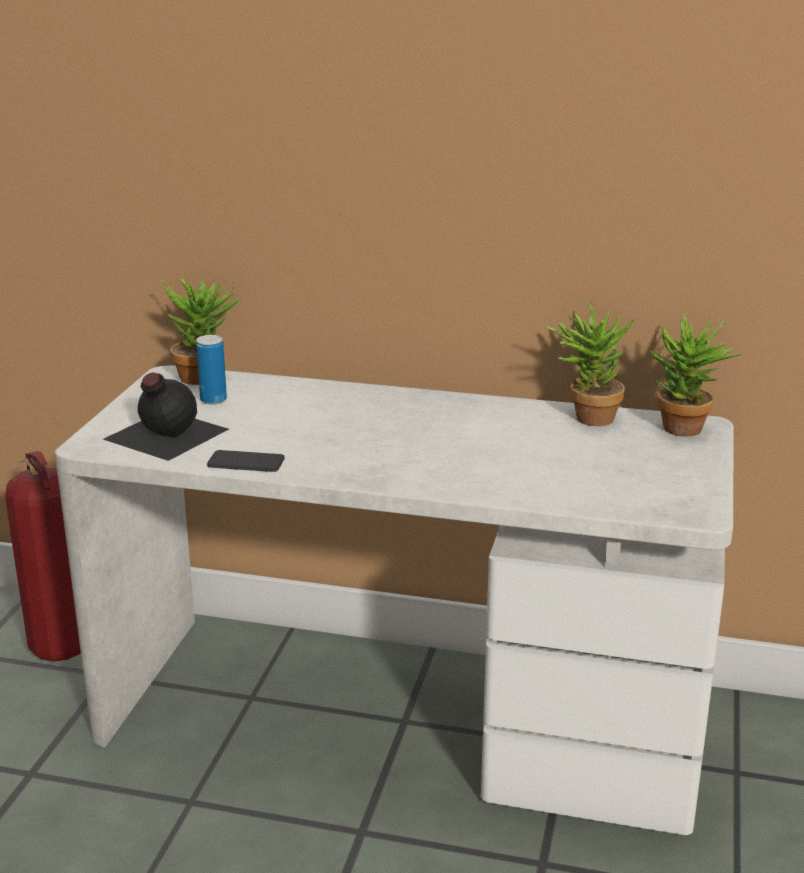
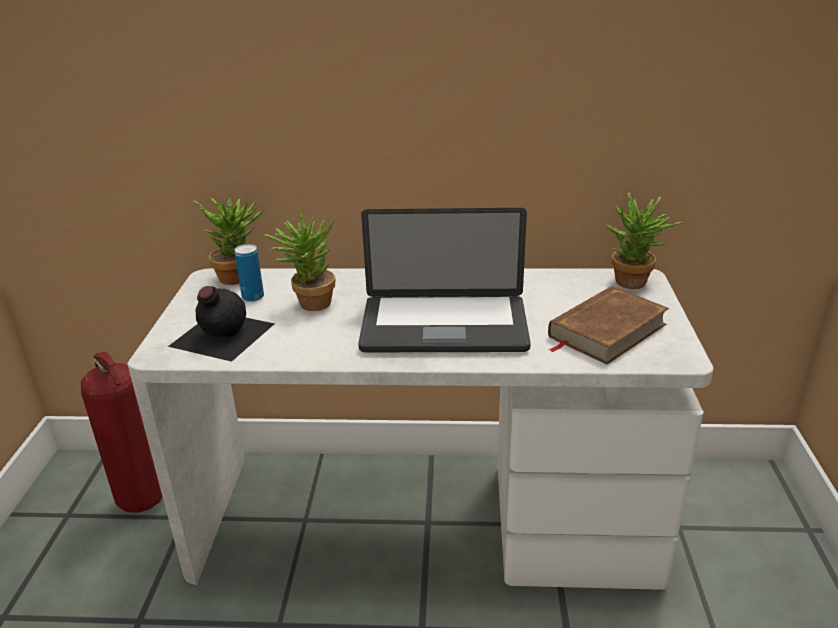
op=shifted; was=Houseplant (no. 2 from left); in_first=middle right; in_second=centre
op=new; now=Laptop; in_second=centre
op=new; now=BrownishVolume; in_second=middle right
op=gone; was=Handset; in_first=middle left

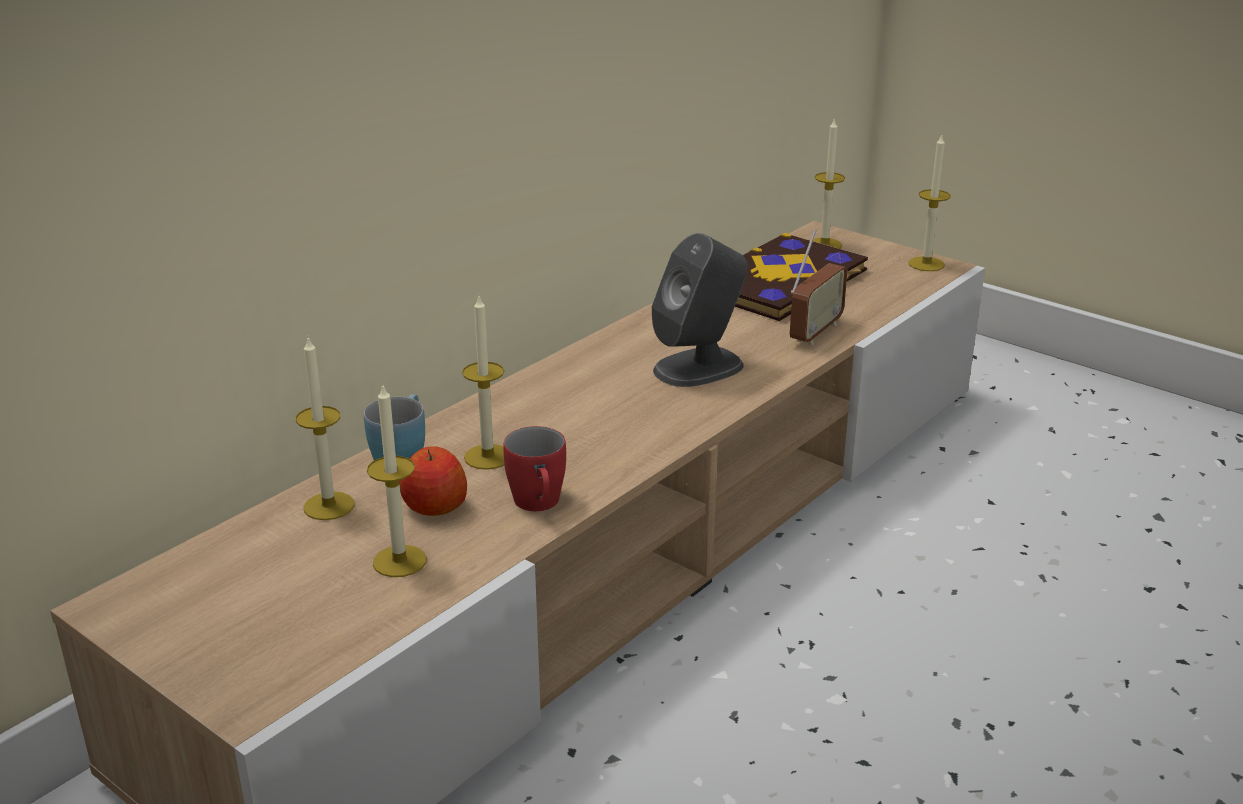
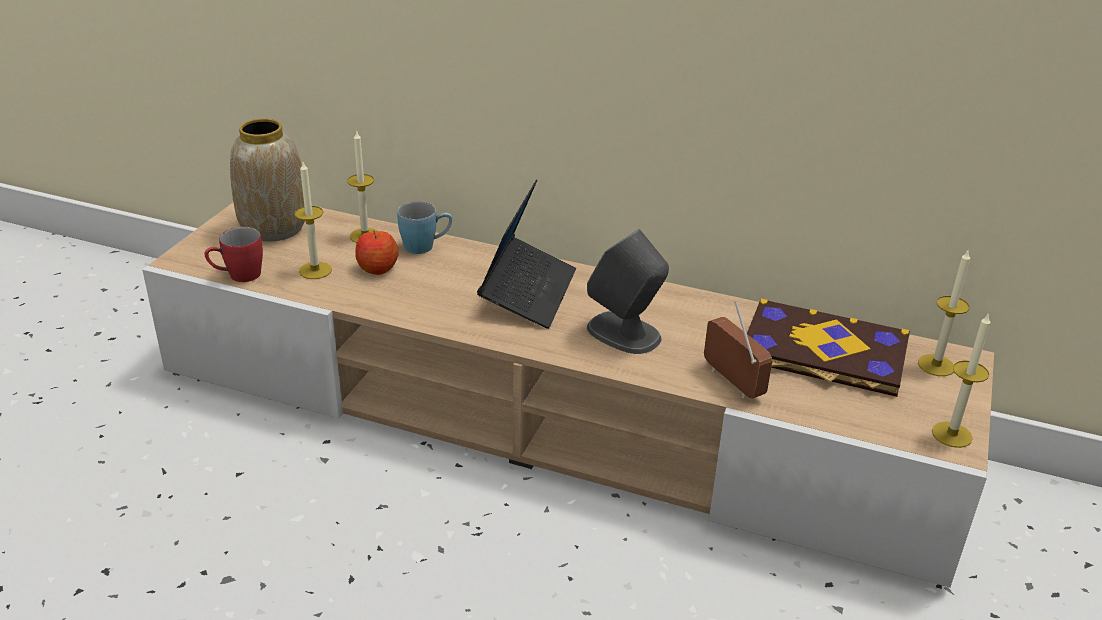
op=shifted; was=RedColouredMug; in_first=centre; in_second=middle left
op=new; now=Vase; in_second=top left
op=new; now=Laptop; in_second=centre
op=rotated; was=RadioReceiver; in_first=centre; in_second=middle right; clockwise=-135
op=gone; was=WaxCandle (no. 3 from left); in_first=centre

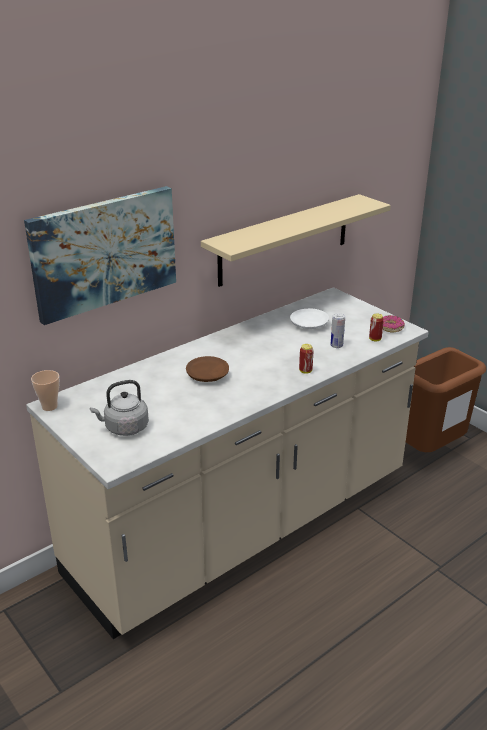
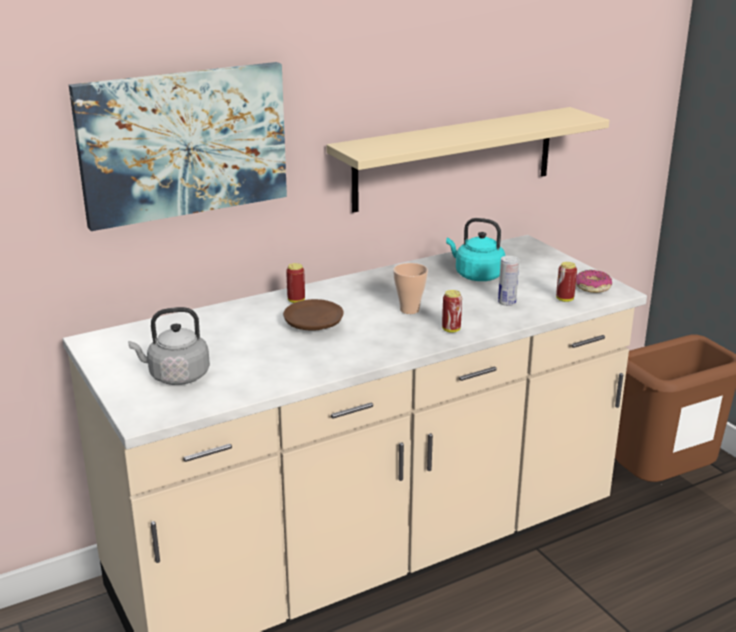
op=new; now=SealedCan (no. 1 from left); in_second=centre
op=shifted; was=SmallCup; in_first=middle left; in_second=centre
op=swapped; was=WhiteColouredFlatDish; now=BlueGreenKettle; in_first=centre; in_second=centre

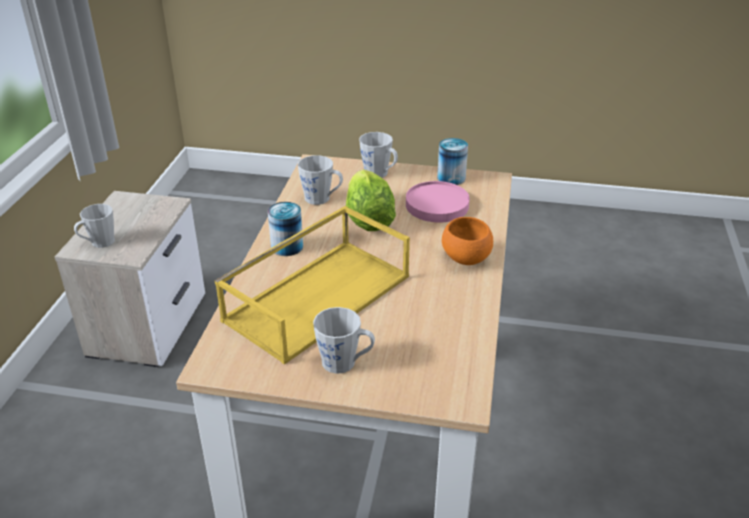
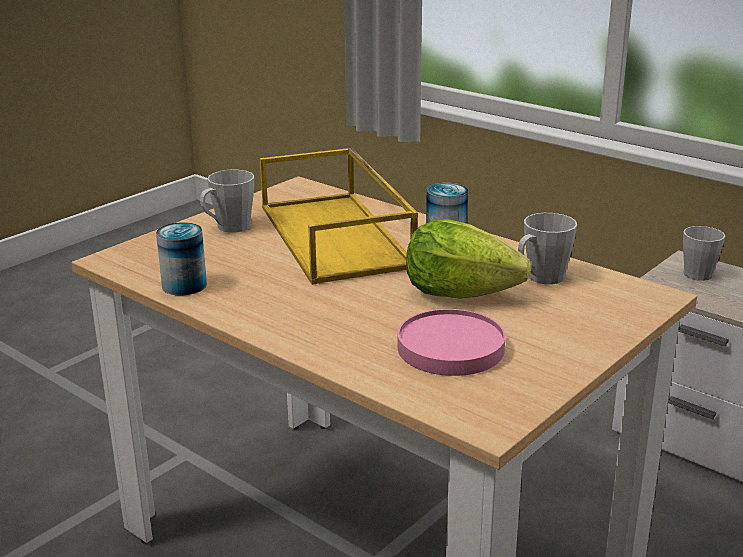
op=shifted; was=SealedCan (no. 2 from left in the first image); now=SealedCan (no. 1 from left); in_first=top centre; in_second=middle left
op=gone; was=GreyishMug (no. 4 from left); in_first=top centre
op=gone; was=OrangeDeepDish; in_first=centre

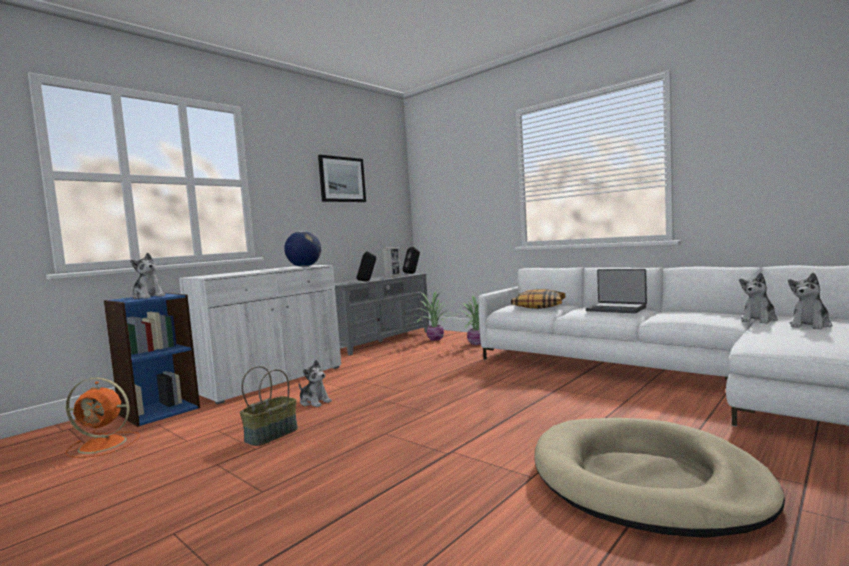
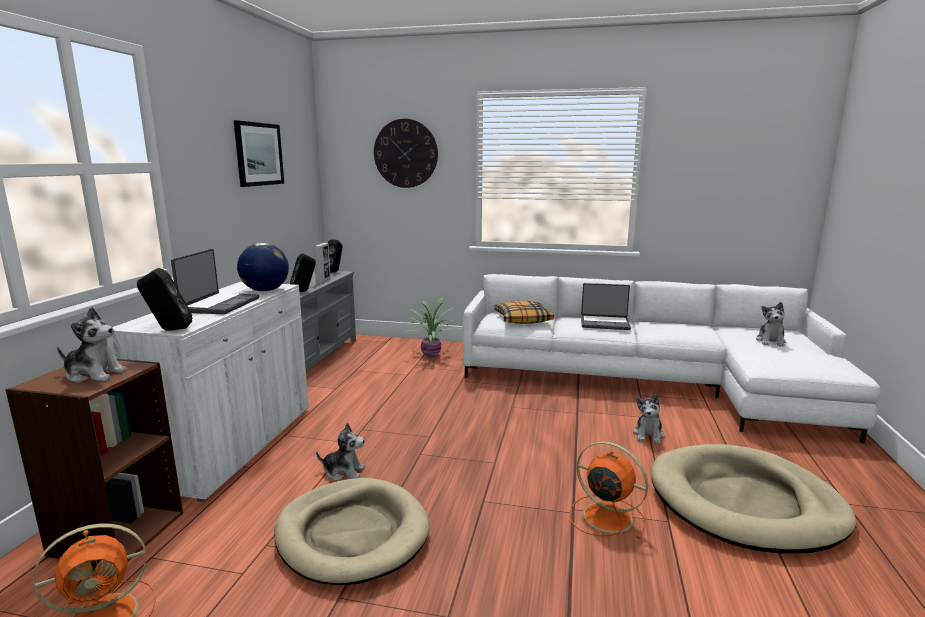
op=repainted; was=BlueShelvingUnit; now=BrownishShelvingUnit; in_first=middle left; in_second=bottom left
op=new; now=BlackLoudspeaker (no. 1 from left); in_second=middle left
op=new; now=Laptop (no. 1 from left); in_second=middle left
op=swapped; was=Basket; now=BeigePetBed (no. 1 from left); in_first=bottom left; in_second=bottom centre
op=new; now=ClockOnTheWall; in_second=top centre
op=new; now=OrangeFan (no. 2 from left); in_second=bottom centre
op=shifted; was=SoftToy (no. 3 from left); in_first=middle right; in_second=bottom right
op=gone; was=Houseplant (no. 1 from left); in_first=centre

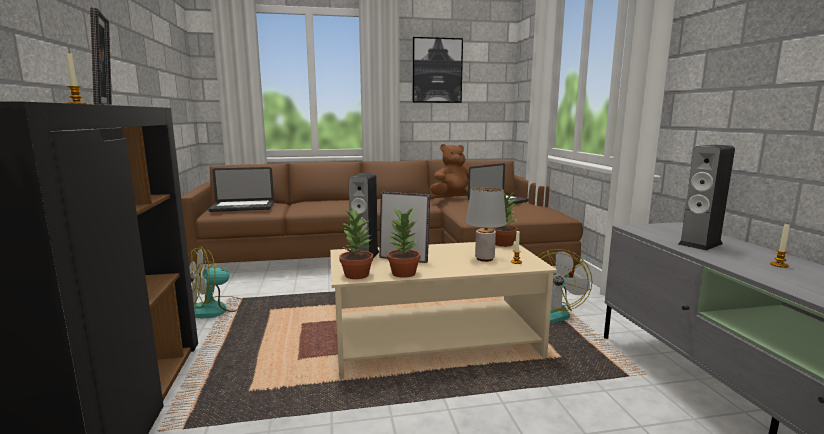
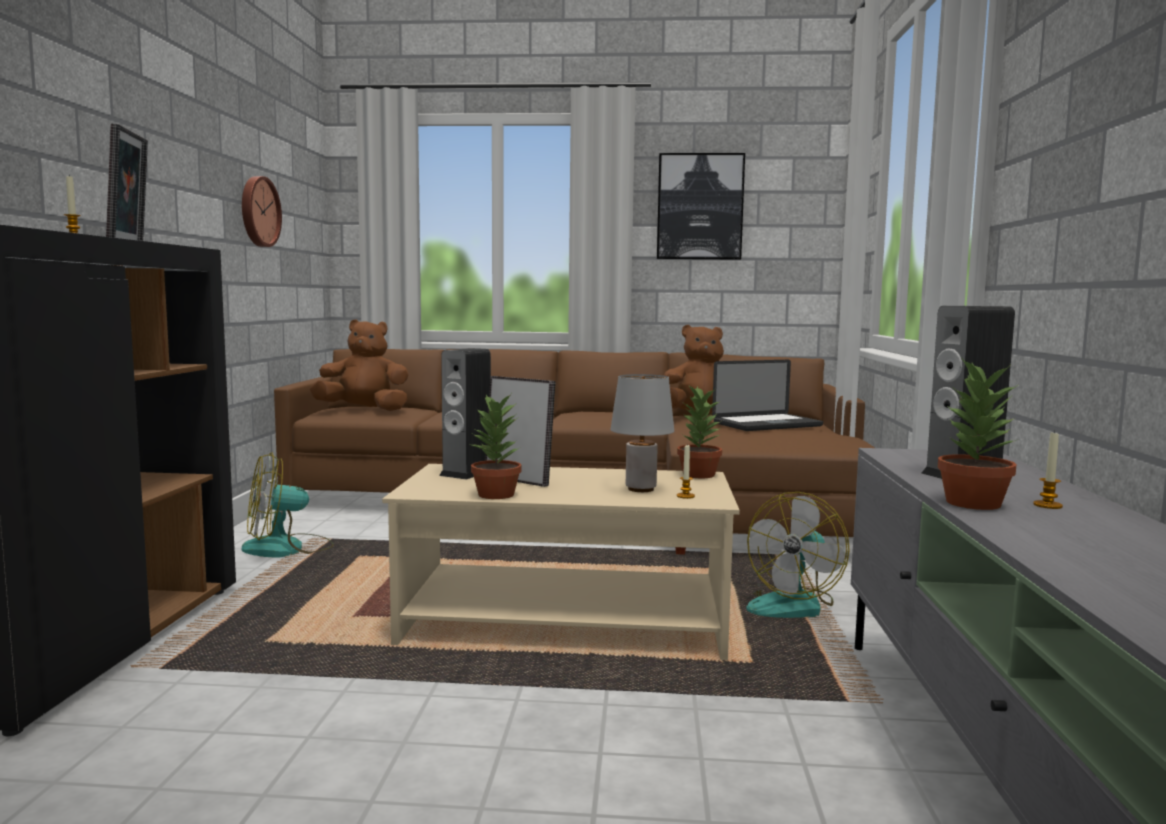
op=new; now=ClockOnTheWall; in_second=top left
op=swapped; was=Laptop (no. 1 from left); now=BrownishSoftToy (no. 1 from left); in_first=middle left; in_second=middle left
op=shifted; was=Houseplant (no. 1 from left in the first image); now=Houseplant (no. 3 from left); in_first=centre; in_second=middle right

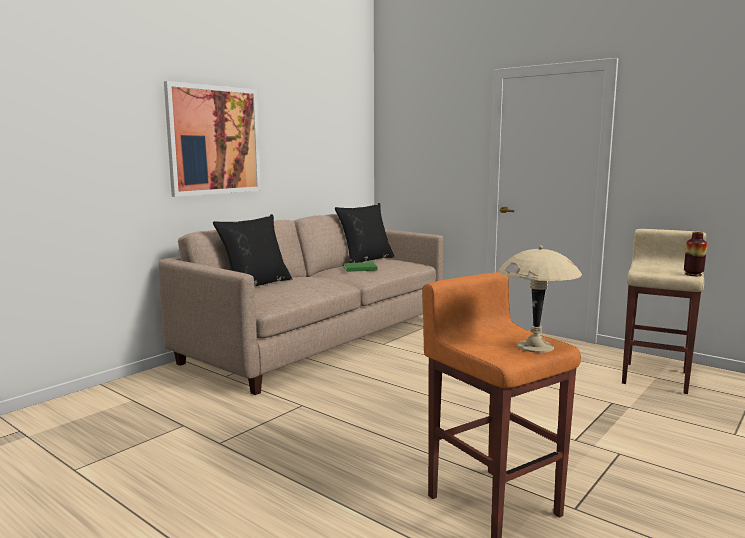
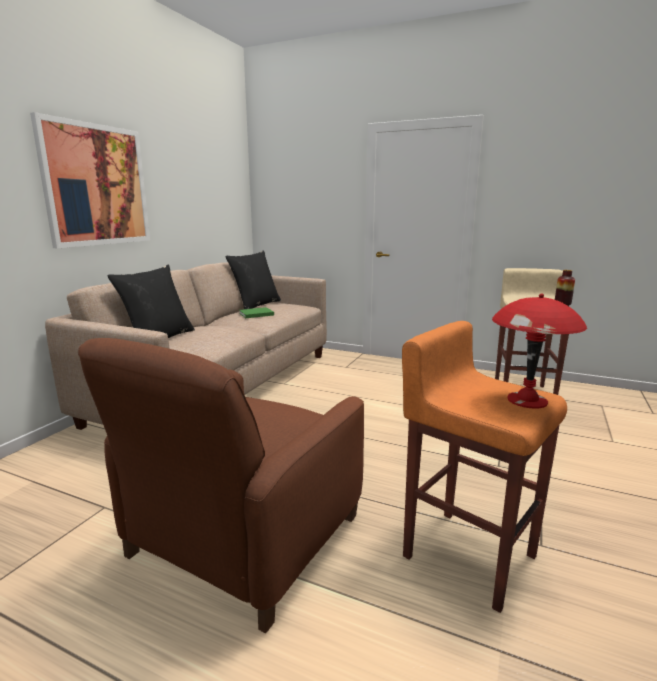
op=new; now=BrownishEasyChair; in_second=bottom centre
op=repainted; was=BeigeTabletopLamp; now=RedColouredTabletopLamp; in_first=middle right; in_second=middle right

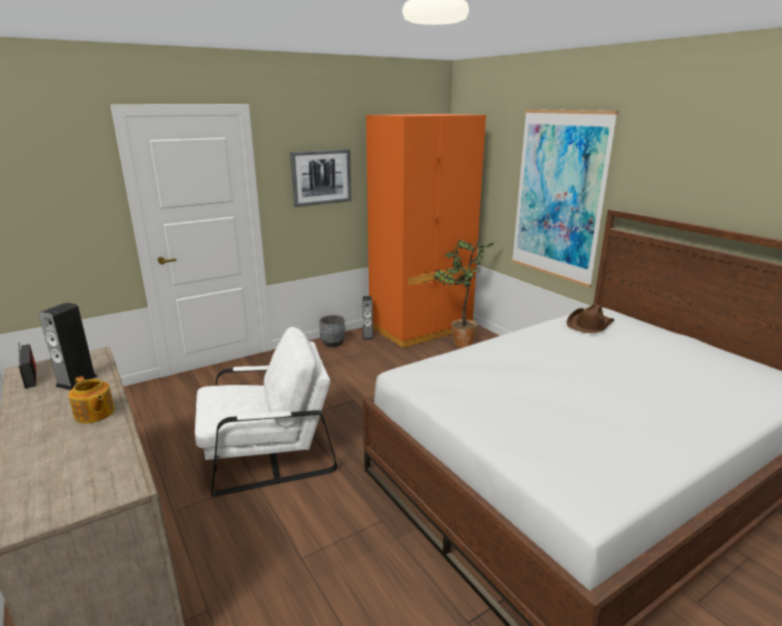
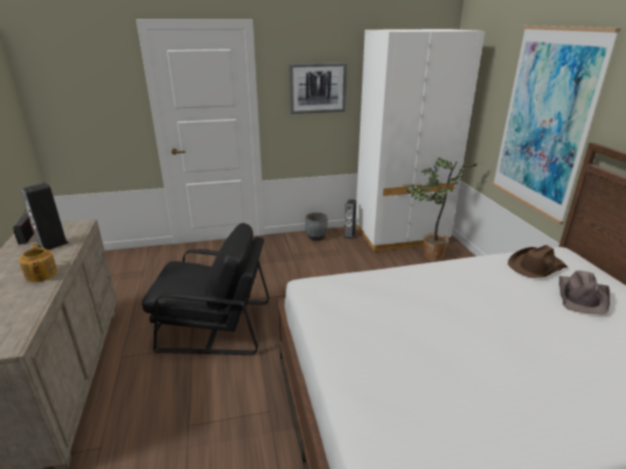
op=repainted; was=WhiteColouredEasyChair; now=BlackEasyChair; in_first=centre; in_second=middle left
op=repainted; was=OrangeArmoire; now=WhiteColouredArmoire; in_first=centre; in_second=top right
op=new; now=BrownishHat (no. 2 from left); in_second=middle right

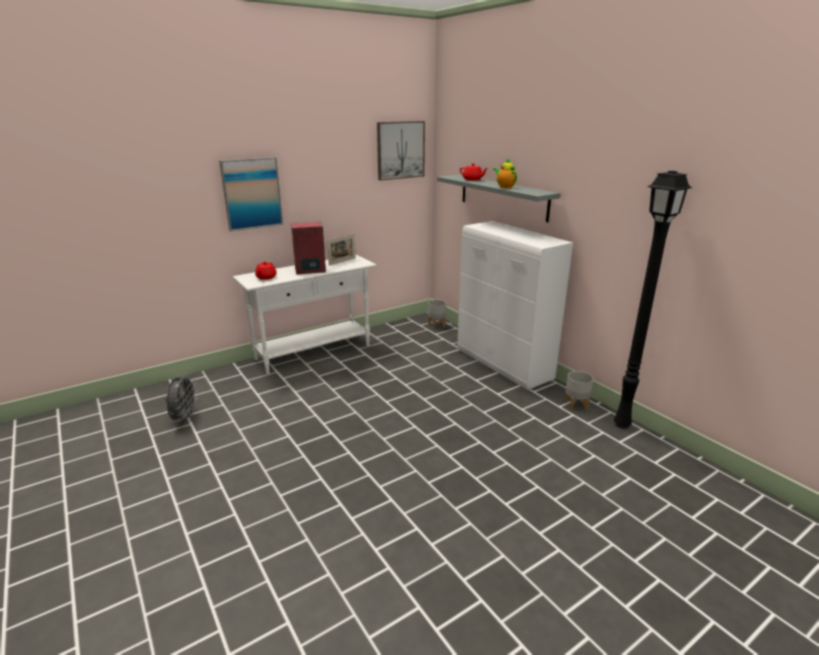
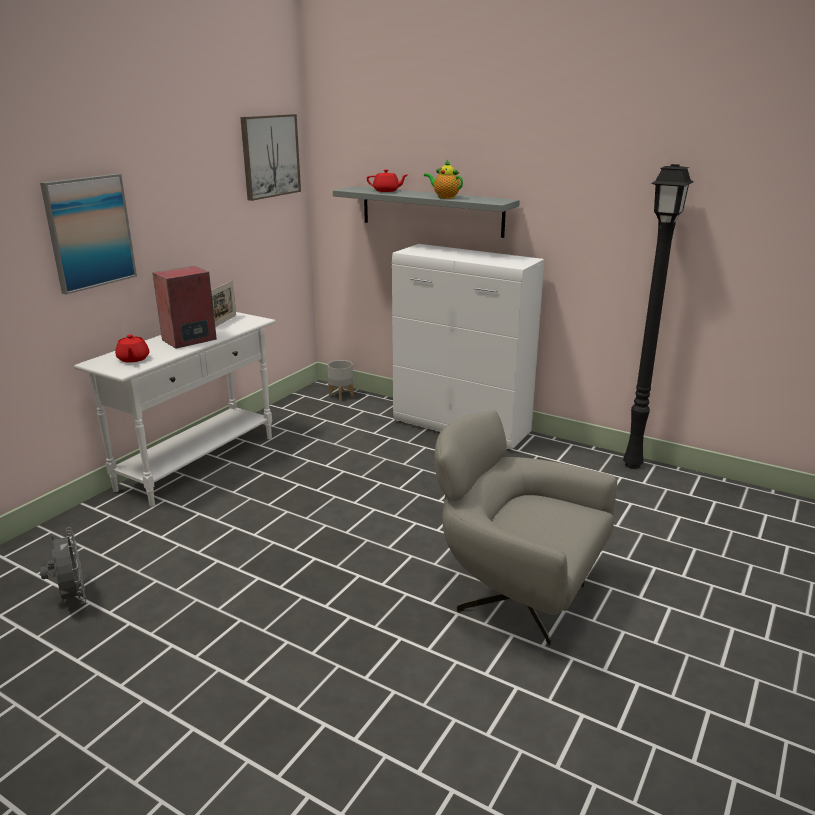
op=new; now=GreyishEasyChair; in_second=centre
op=gone; was=GreyishPlantPot (no. 2 from left); in_first=middle right

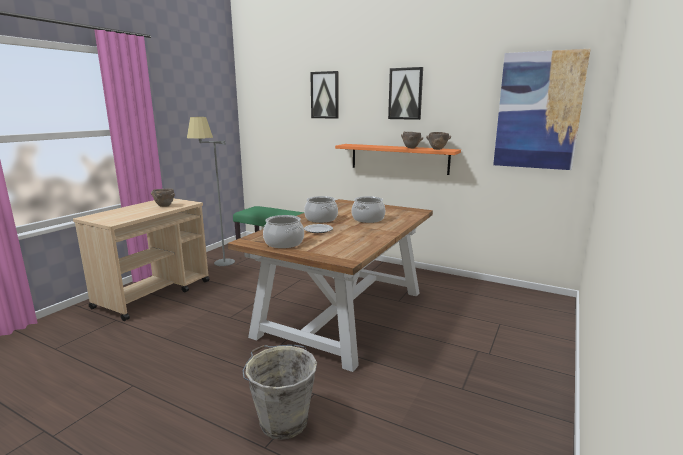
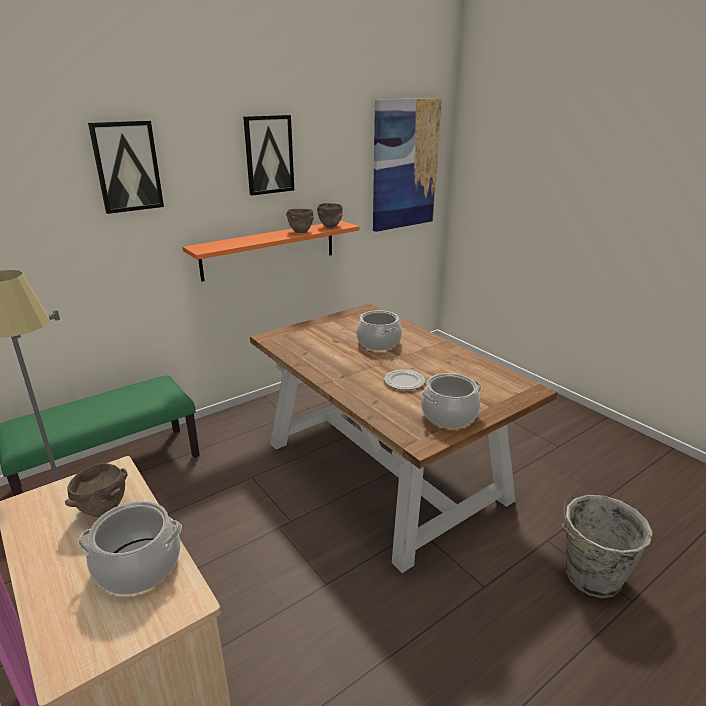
op=shifted; was=CookingPot (no. 2 from left in the first image); now=CookingPot (no. 1 from left); in_first=centre; in_second=bottom left

